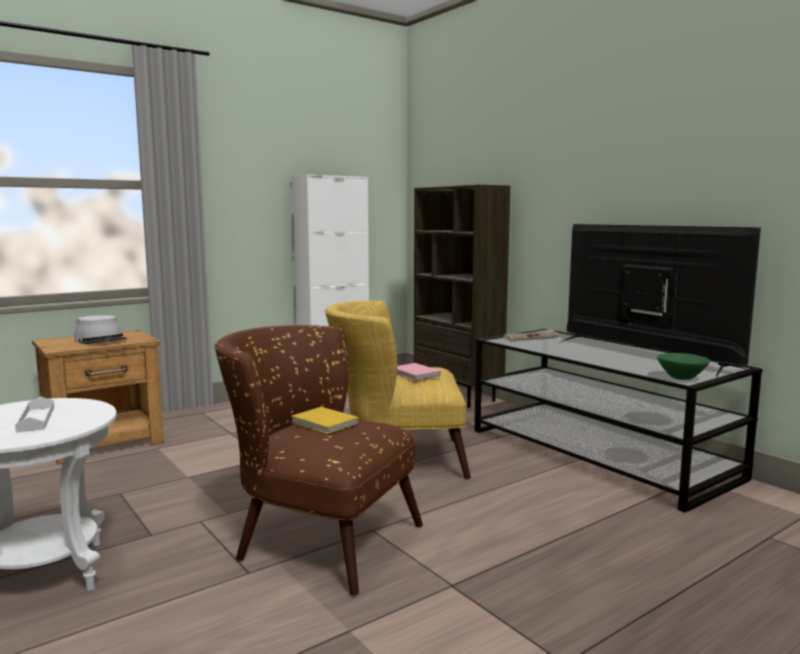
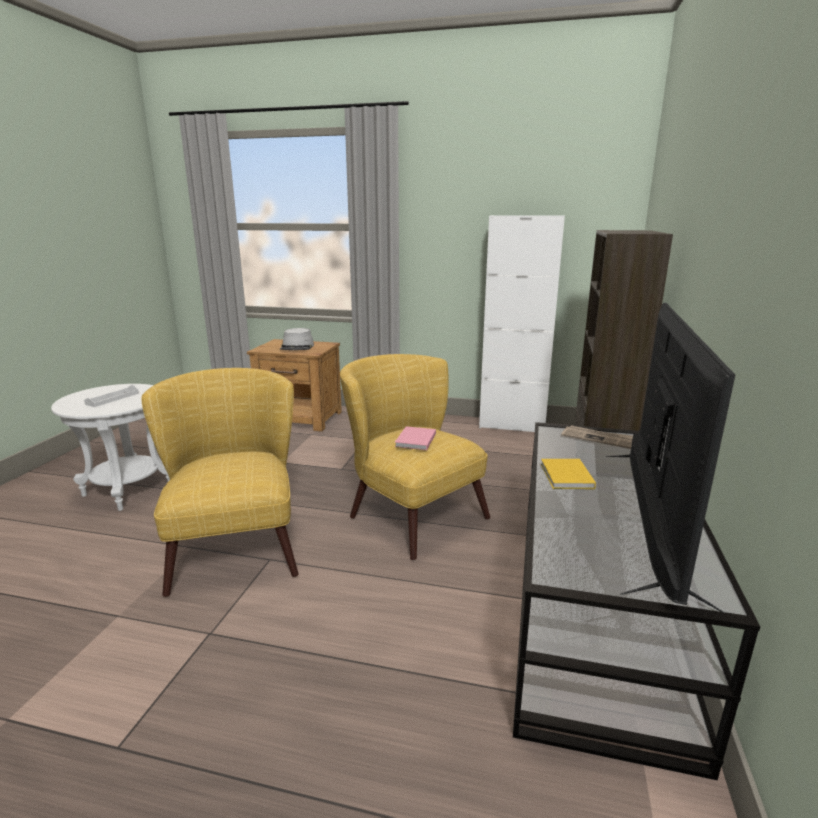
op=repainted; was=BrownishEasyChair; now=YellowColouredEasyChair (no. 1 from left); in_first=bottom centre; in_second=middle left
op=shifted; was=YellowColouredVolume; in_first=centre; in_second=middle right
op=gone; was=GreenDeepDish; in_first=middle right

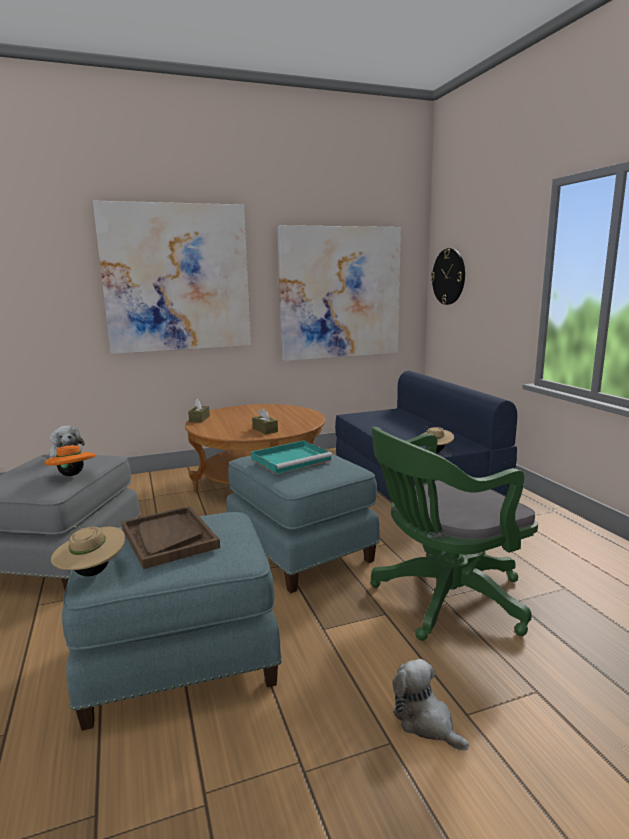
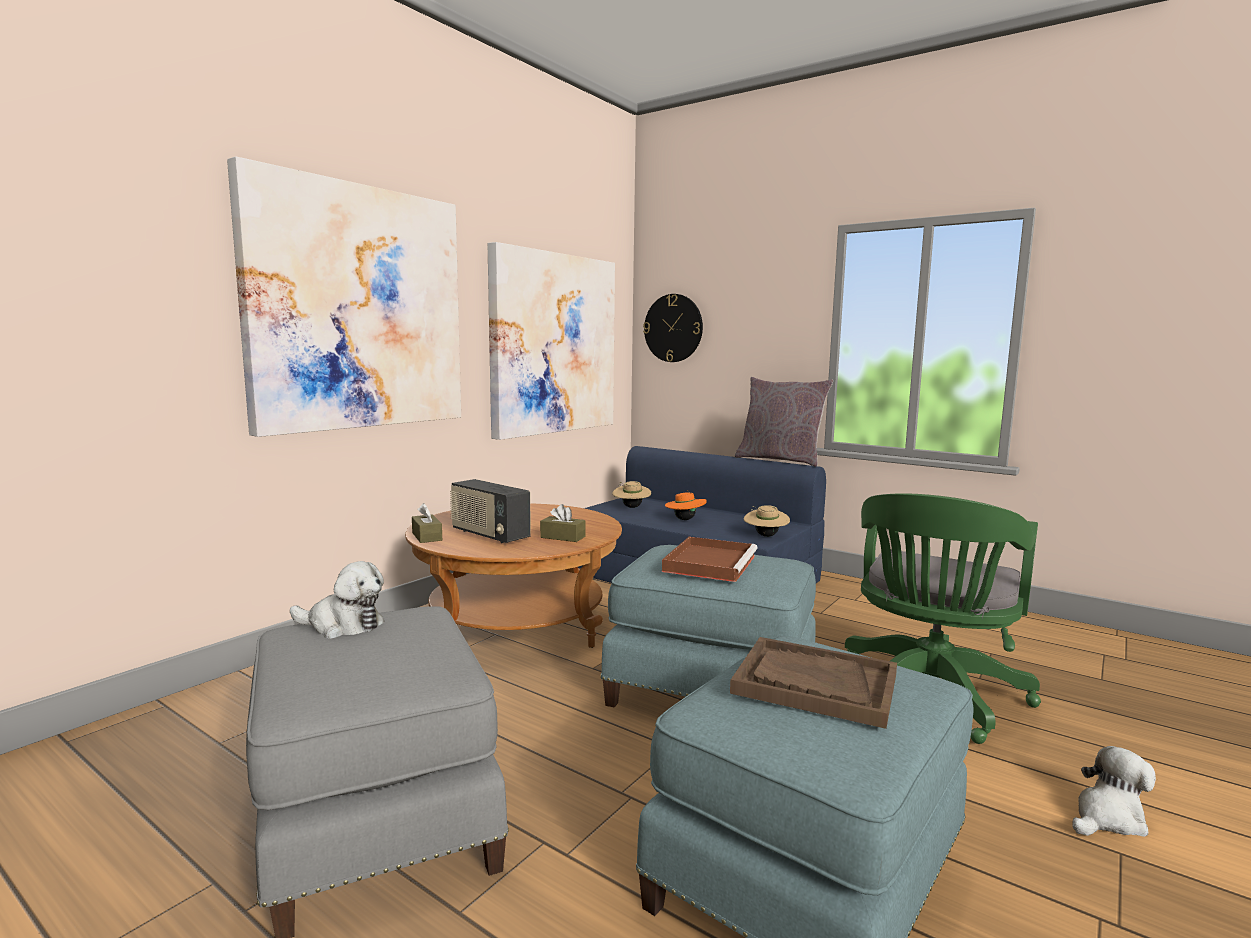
op=new; now=RadioReceiver; in_second=centre
op=shifted; was=BeigeHat (no. 1 from left); in_first=middle left; in_second=centre
op=repainted; was=BlueGreenCarryingTray; now=BrownishCarryingTray (no. 1 from left); in_first=centre; in_second=centre
op=shifted; was=OrangeHat; in_first=middle left; in_second=centre
op=new; now=GreyishThrowPillow; in_second=centre
op=rotated; was=SoftToy (no. 2 from left); in_first=bottom right; in_second=bottom right; clockwise=135

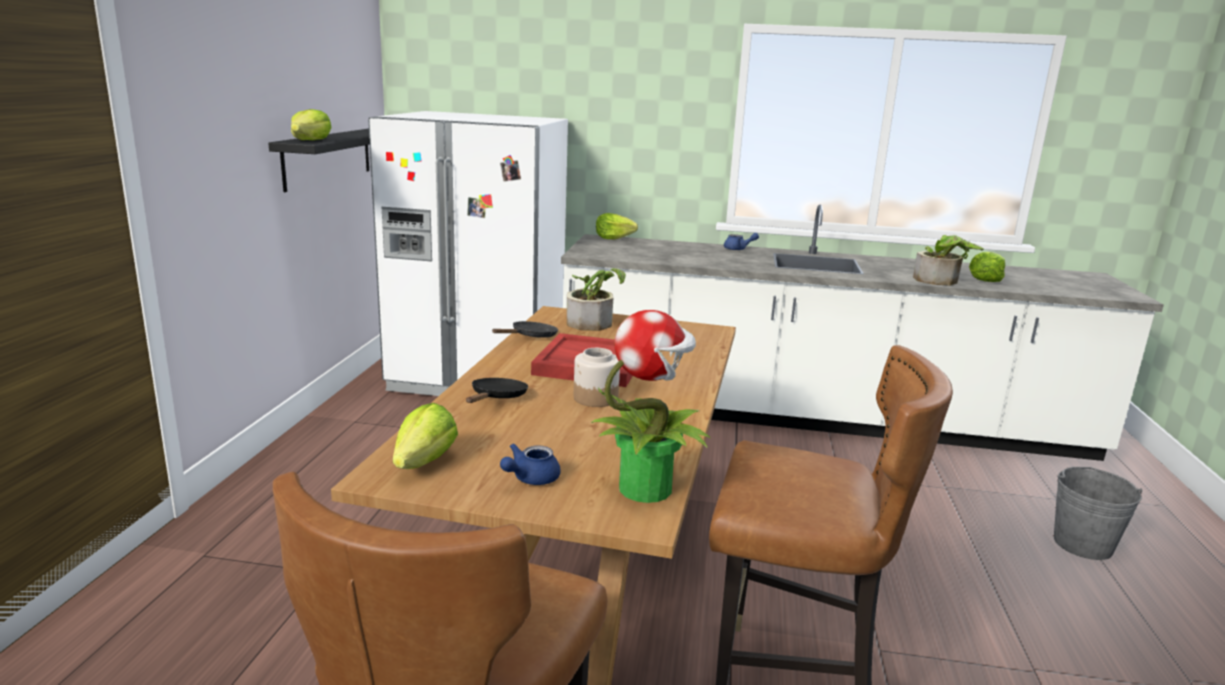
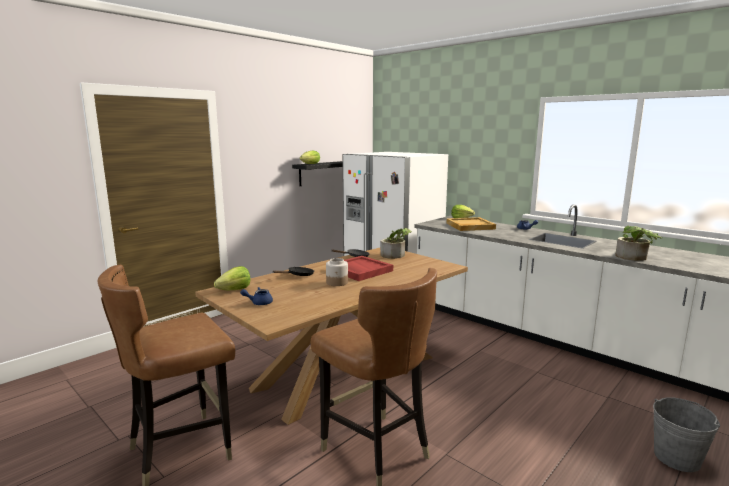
op=new; now=BeigeCarryingTray; in_second=centre
op=gone; was=Houseplant (no. 2 from left); in_first=centre
op=gone; was=LettuceHead (no. 4 from left); in_first=middle right

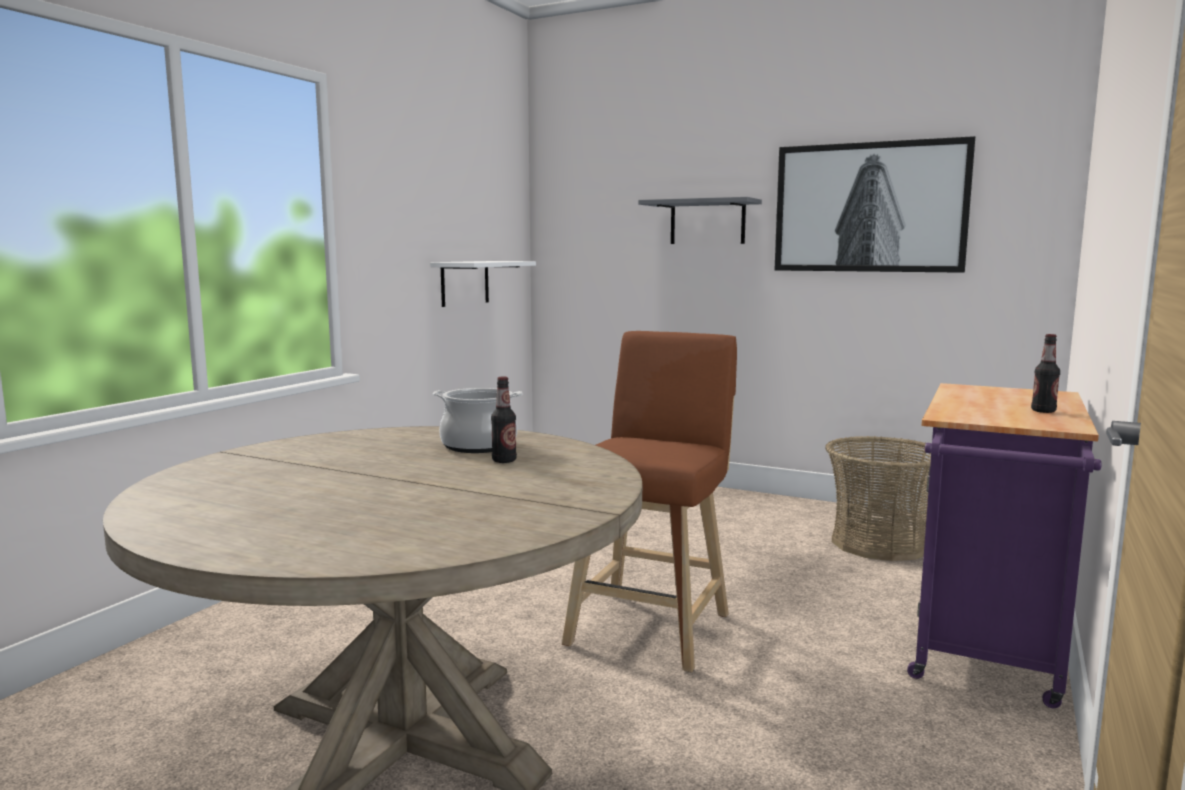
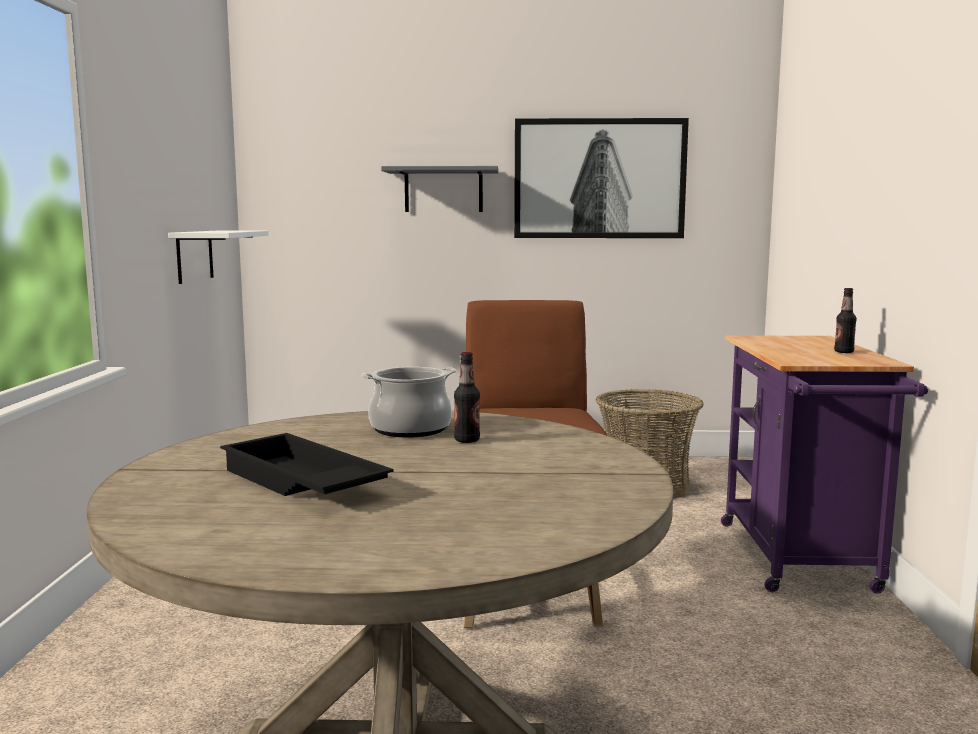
op=new; now=BlackCarryingTray; in_second=middle left

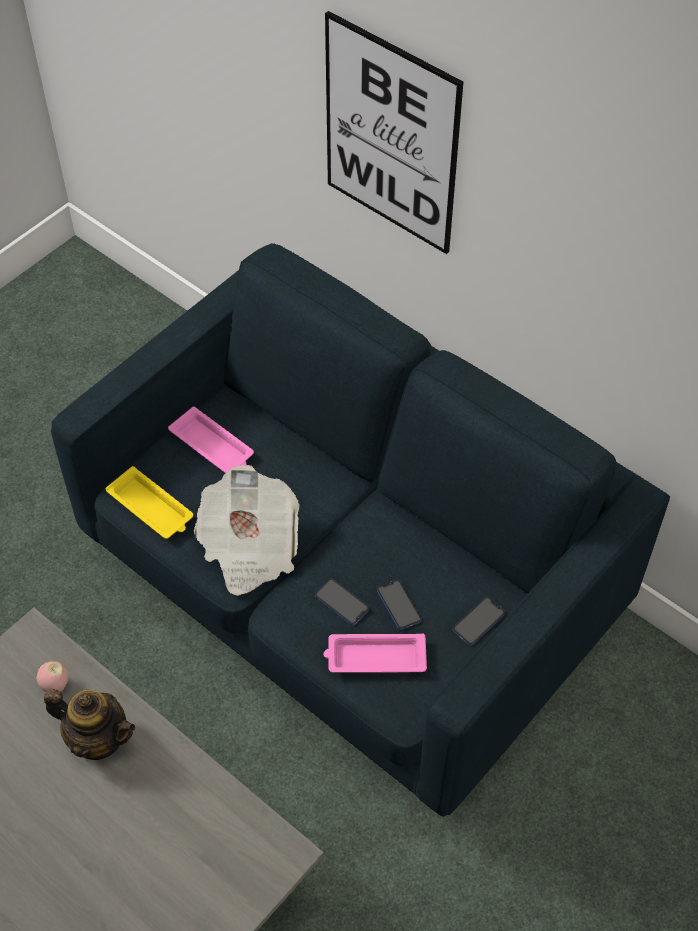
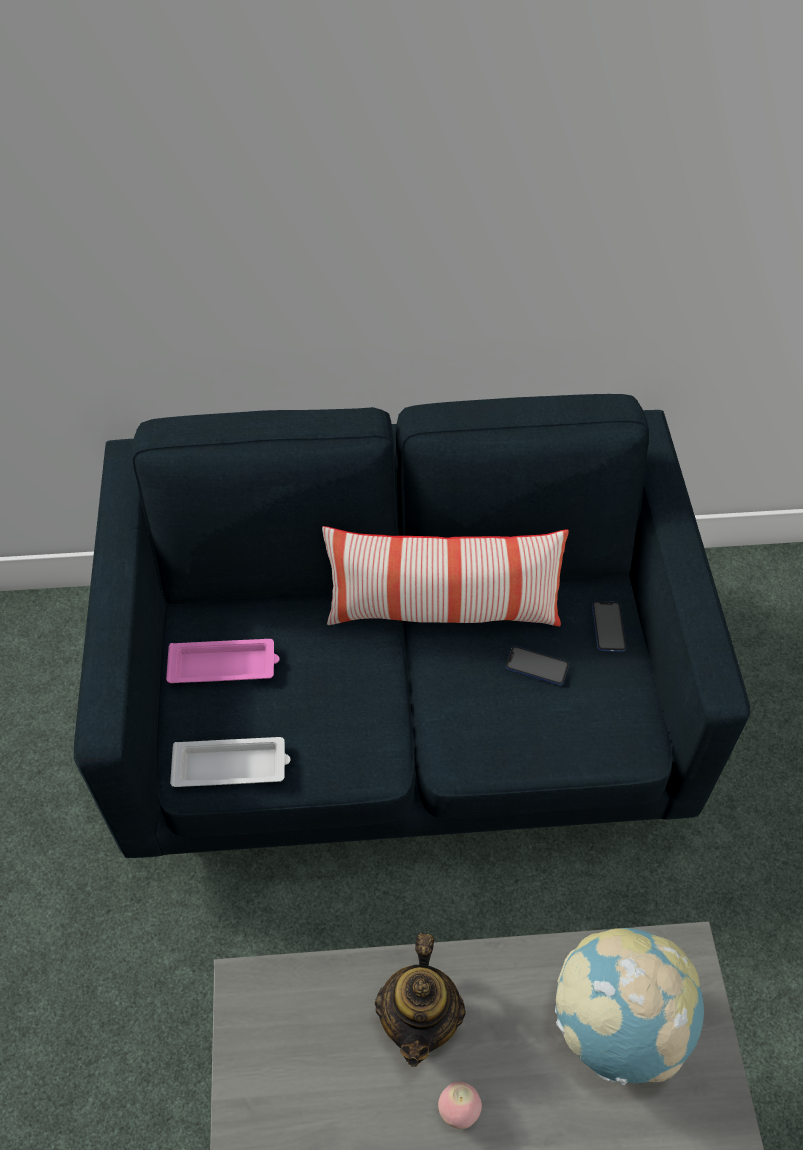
op=repainted; was=YellowColouredCarryingTray; now=WhiteColouredCarryingTray; in_first=middle left; in_second=middle left
op=new; now=ThrowPillow; in_second=centre
op=rotated; was=TeaPot; in_first=bottom left; in_second=bottom centre; clockwise=120
op=shifted; was=AppleFruit; in_first=bottom left; in_second=bottom centre
op=new; now=Globe; in_second=bottom right
op=gone; was=PrintedPaper; in_first=centre
op=gone; was=Handset (no. 1 from left); in_first=centre
op=gone; was=PinkishCarryingTray (no. 2 from left); in_first=bottom centre
op=gone; was=Picture; in_first=top centre

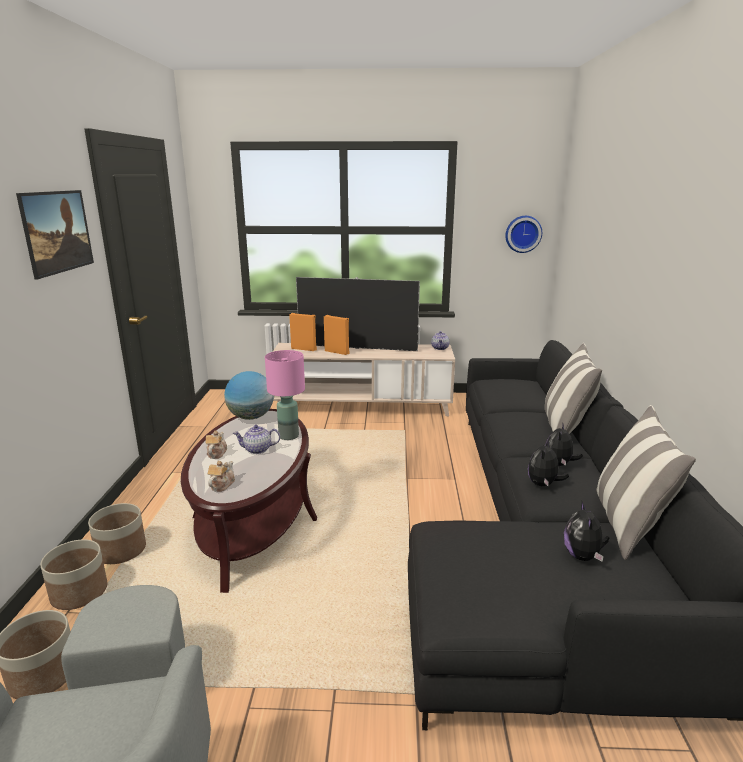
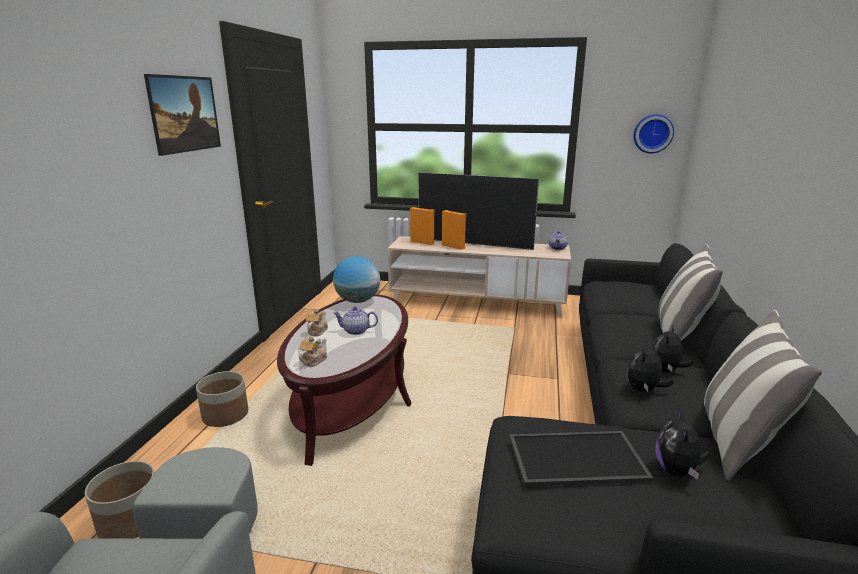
op=new; now=CarryingTray; in_second=bottom right
op=gone; was=PlantPot (no. 2 from left); in_first=bottom left
op=gone; was=PinkishTabletopLamp; in_first=centre

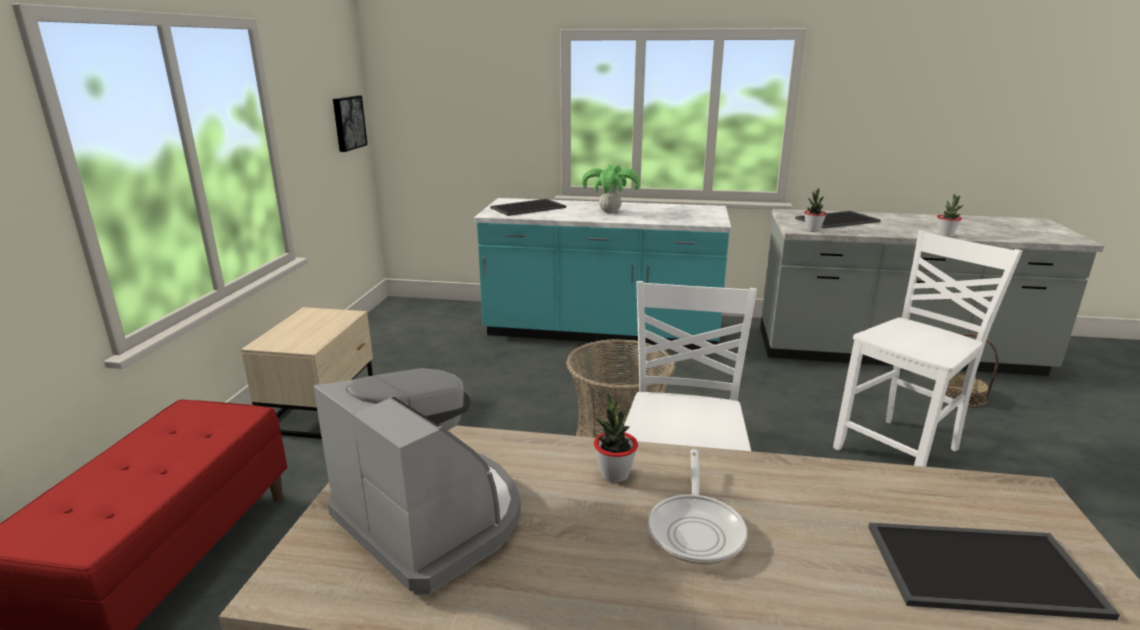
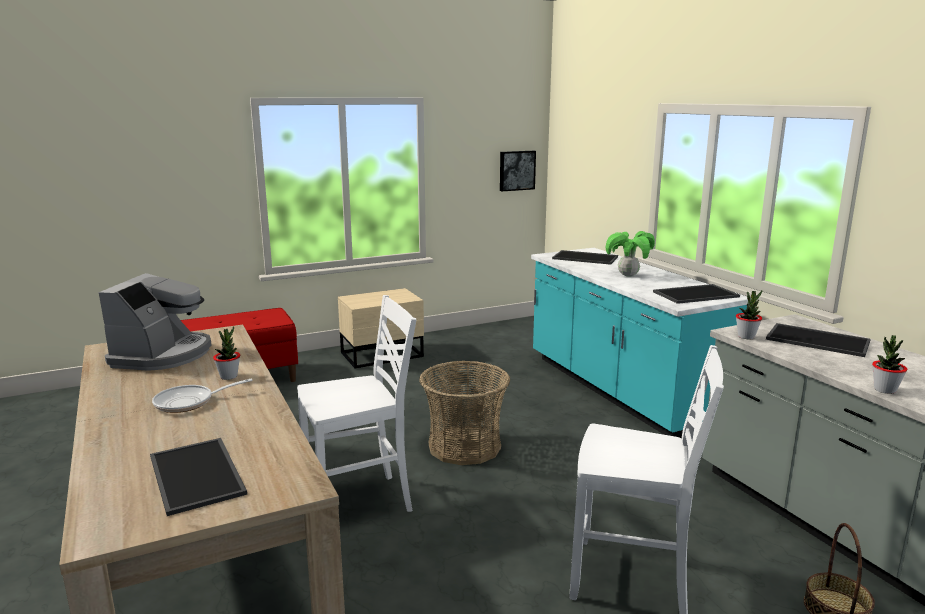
op=new; now=CarryingTray (no. 3 from left); in_second=middle right

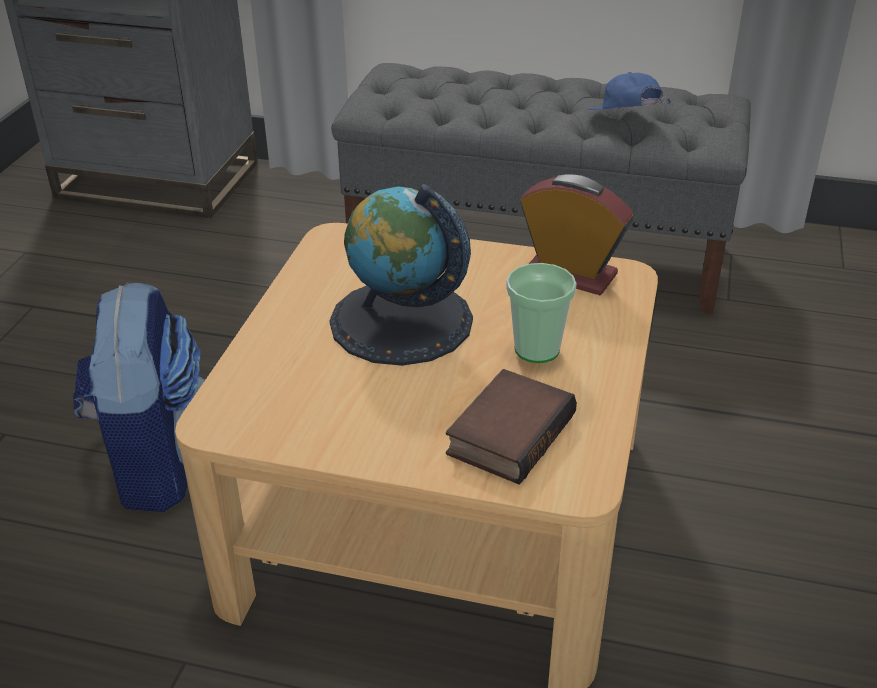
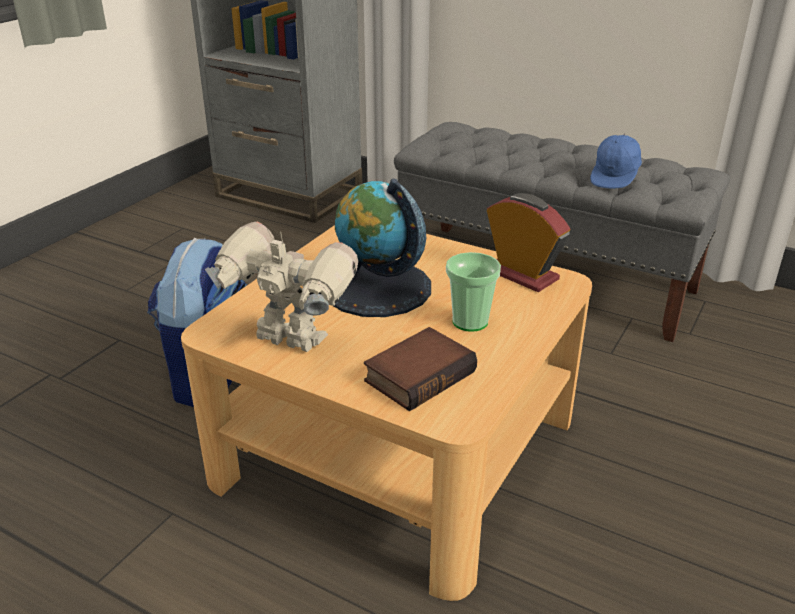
op=new; now=ToyRobot; in_second=centre
op=rotated; was=BluePeakedCap; in_first=top right; in_second=top right; clockwise=-135

